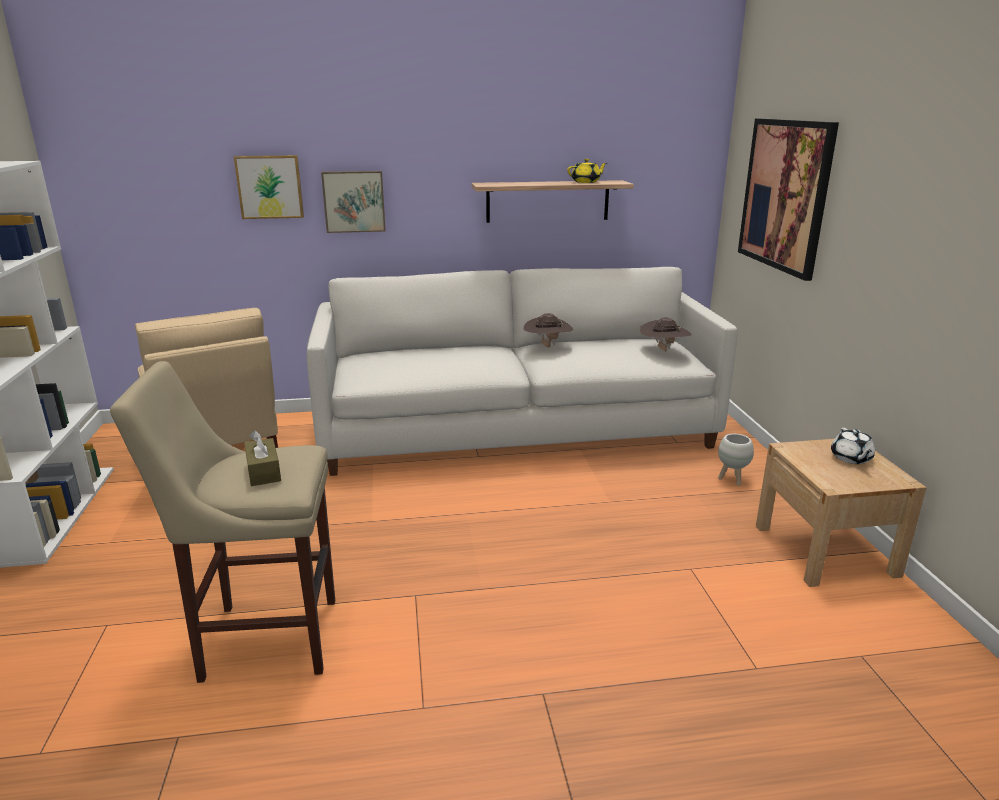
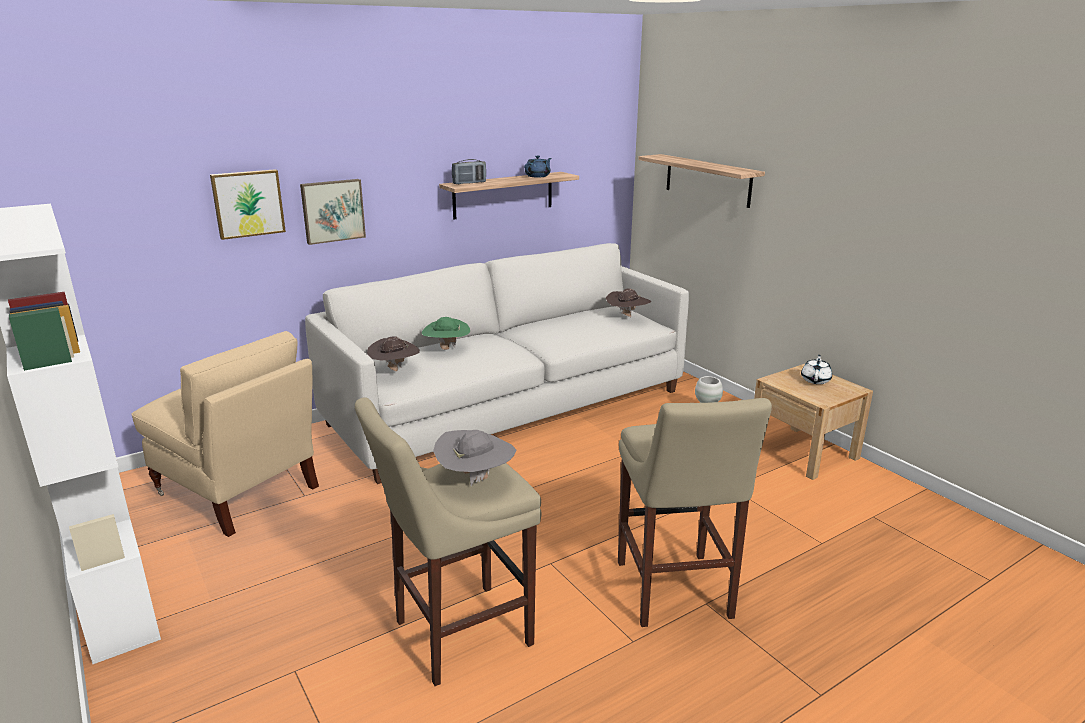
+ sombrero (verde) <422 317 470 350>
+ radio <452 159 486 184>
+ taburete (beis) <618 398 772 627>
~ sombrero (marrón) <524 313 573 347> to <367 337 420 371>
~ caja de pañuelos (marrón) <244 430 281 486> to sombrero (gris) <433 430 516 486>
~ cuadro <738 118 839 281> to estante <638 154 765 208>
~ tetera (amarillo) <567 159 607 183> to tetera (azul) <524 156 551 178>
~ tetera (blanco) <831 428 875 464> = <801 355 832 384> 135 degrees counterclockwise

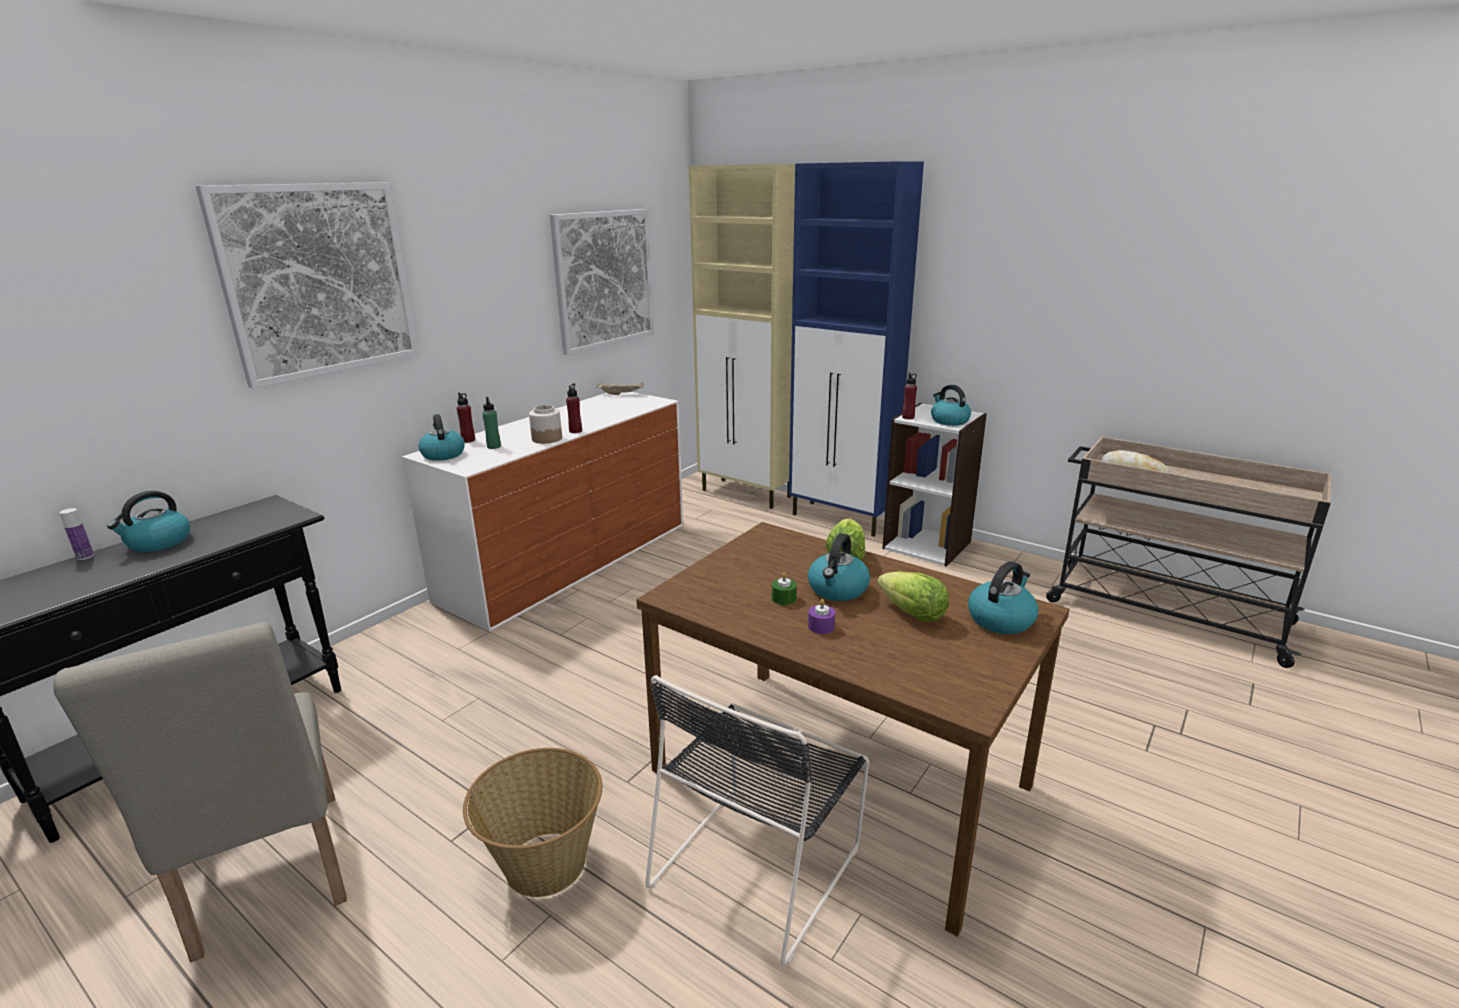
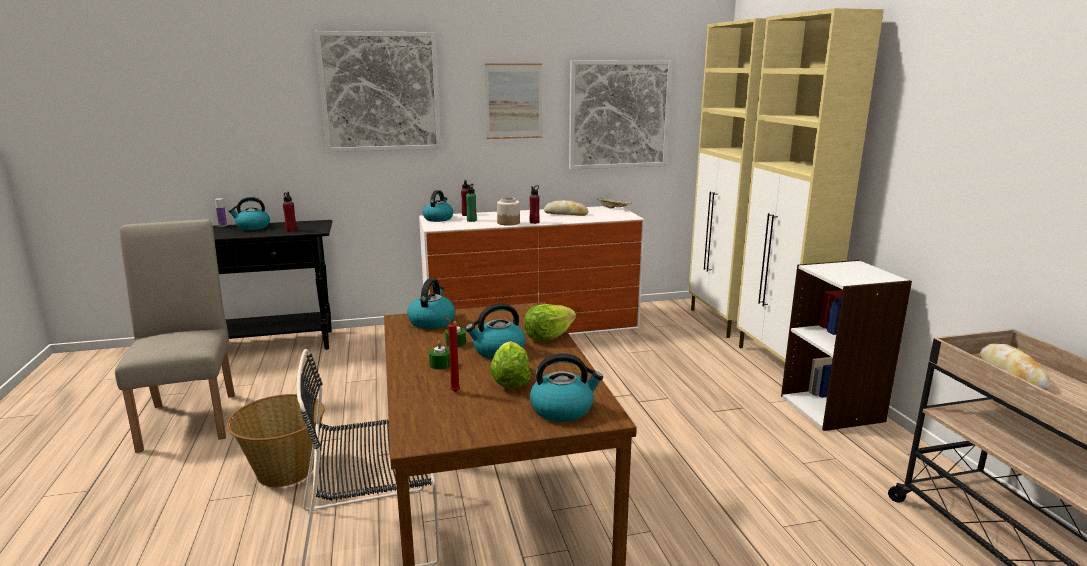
+ vela (rojo) <444 316 460 392>
+ cuadro <485 64 542 139>
+ pan <544 200 589 216>
~ botella (rojo) <902 373 917 419> to <283 192 297 232>
~ hervidor <931 385 971 426> to <407 278 455 329>
~ armario (azul) <789 161 924 537> to armario (beis) <736 8 884 362>
~ vela (morado) <808 599 835 634> to vela (verde) <429 341 450 370>
~ silla (beis) <53 622 347 962> = <115 219 235 453> 150 degrees clockwise

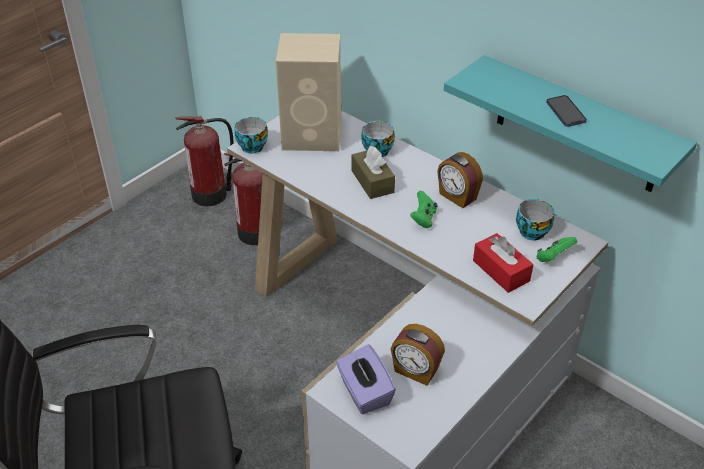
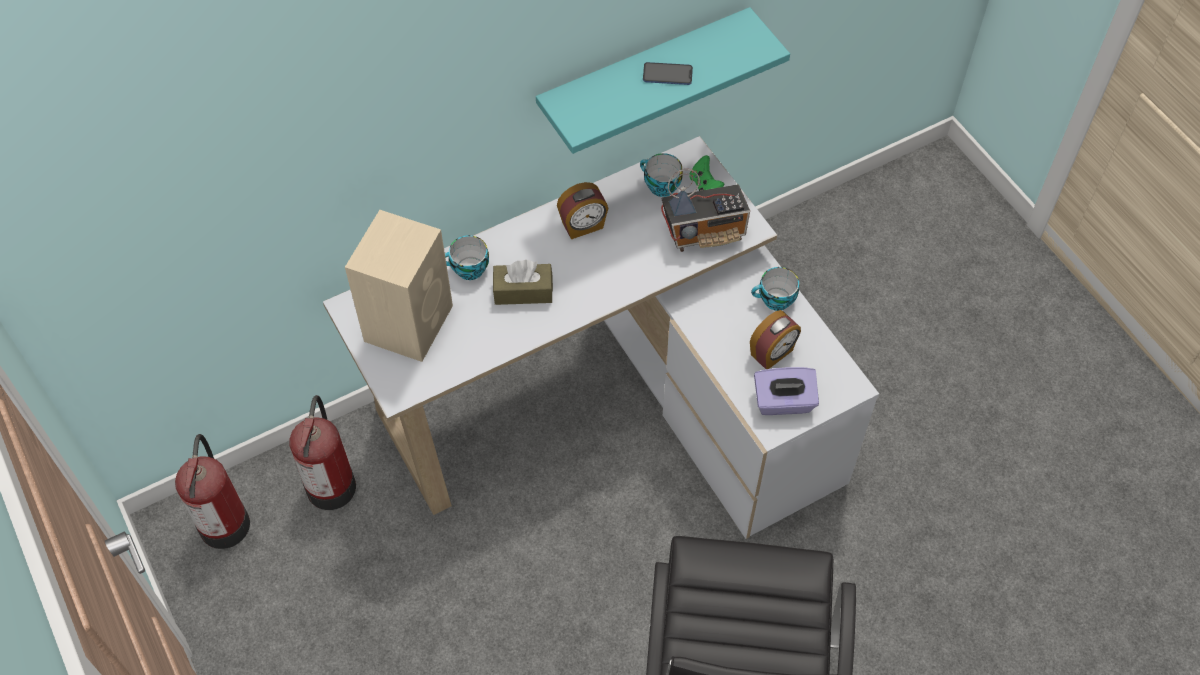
- mando de consola (verde) <410 191 438 228>
~ taza <235 117 268 153> to <751 267 799 311>
~ caja de pañuelos (rojo) <473 233 533 293> to radio <661 169 750 252>

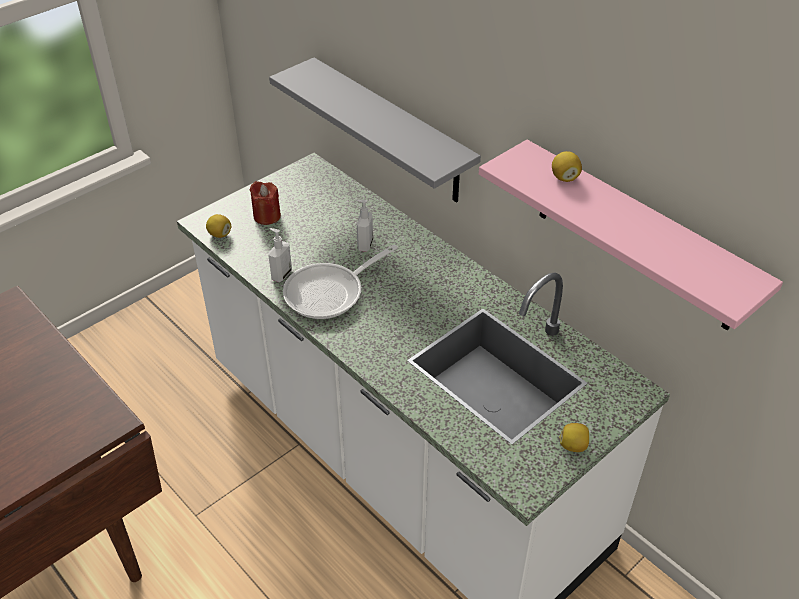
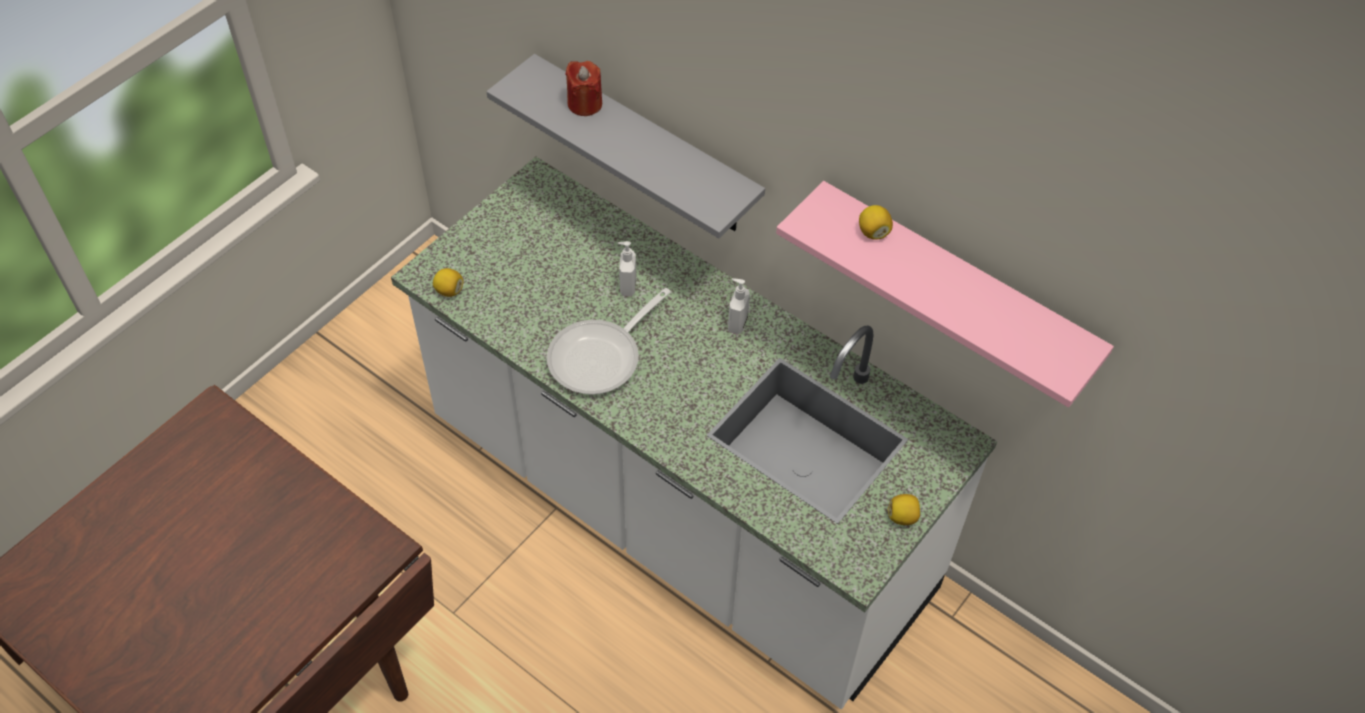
~ vela (rojo) <250 181 281 225> to <565 61 602 116>
~ dispensador de jabón <268 228 292 282> to <728 278 750 335>

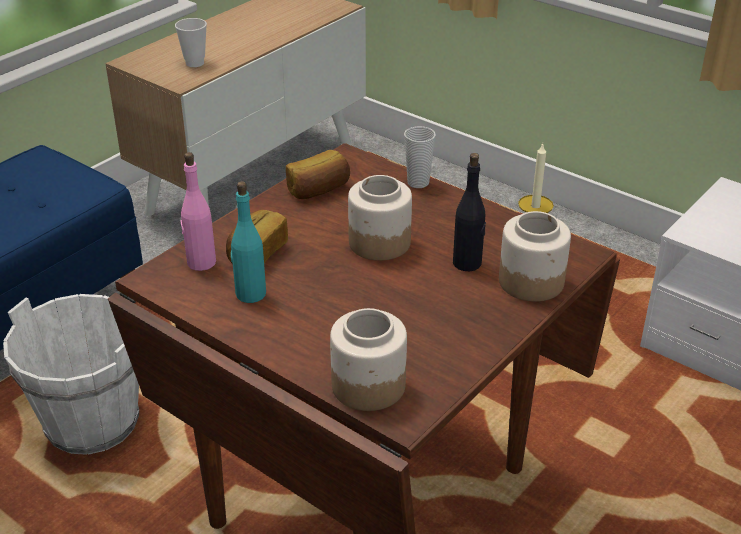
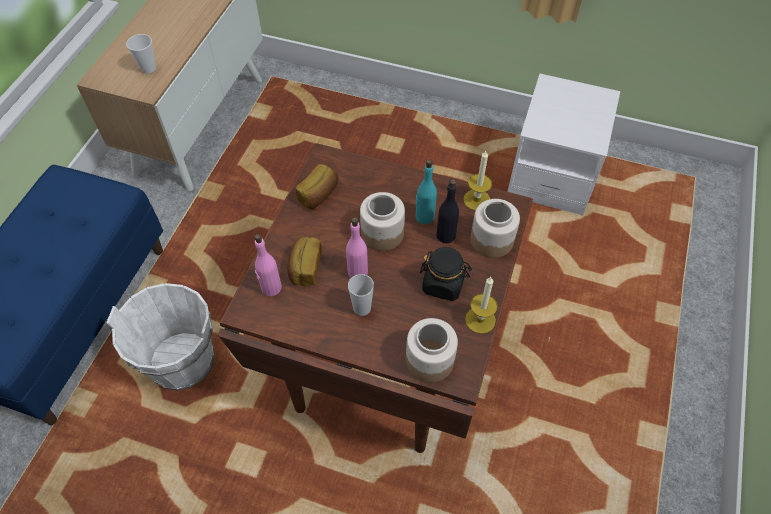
+ botella (rosa) <346 217 368 278>
+ tarro (negro) <420 247 472 301>
+ vela <465 277 497 334>
~ botella (turquesa) <231 181 266 303> to <416 159 437 224>
~ taza <404 126 436 188> to <348 274 374 316>

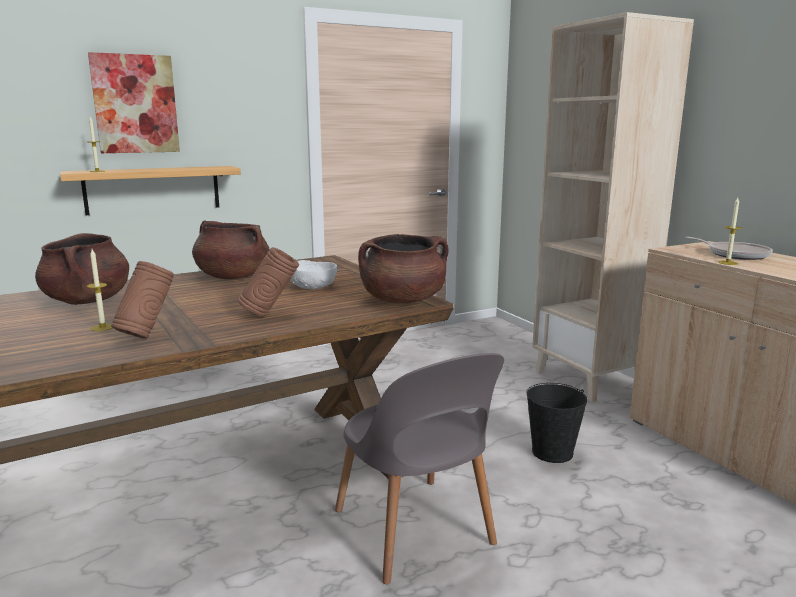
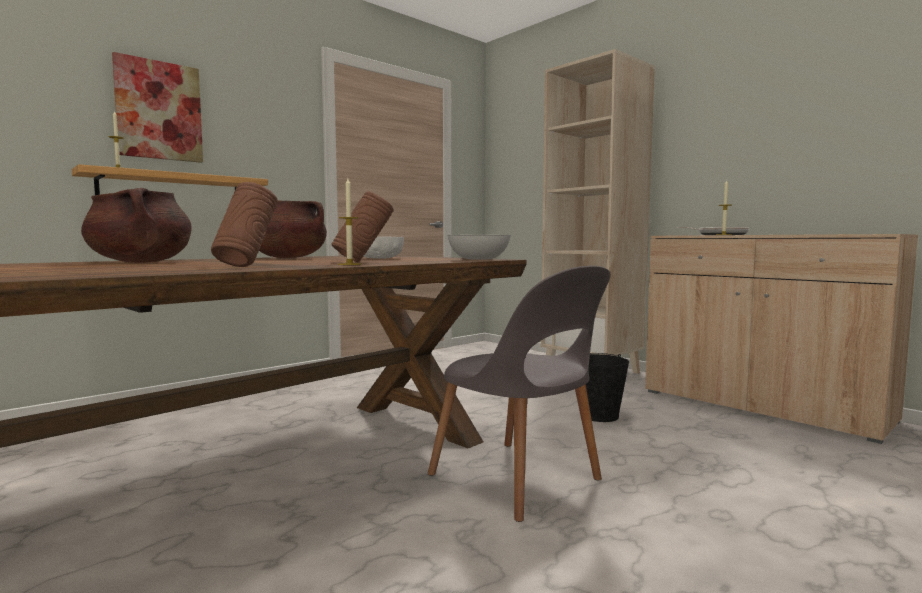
~ vela <87 249 112 331> to <338 178 362 265>
~ olla (marrón) <358 234 449 303> to cuenco (blanco) <447 235 511 260>

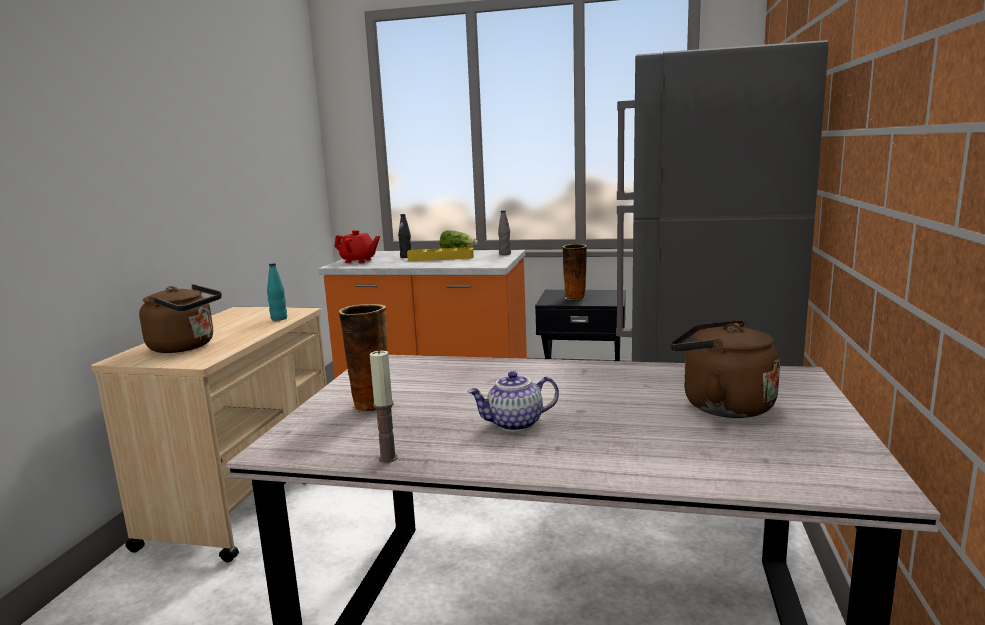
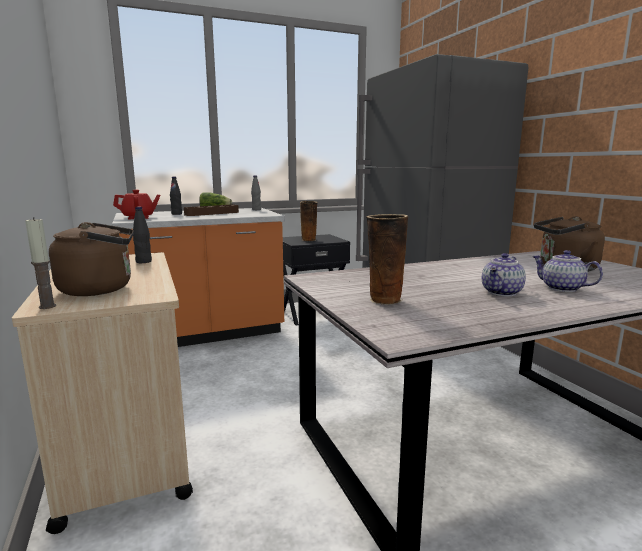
+ tetera <532 250 603 292>
~ vela <370 350 398 463> to <25 217 56 309>
~ botella (turquesa) <267 263 287 321> to botella (negro) <133 207 152 263>
~ bandeja (amarillo) <407 247 474 261> to bandeja (marrón) <184 205 239 216>

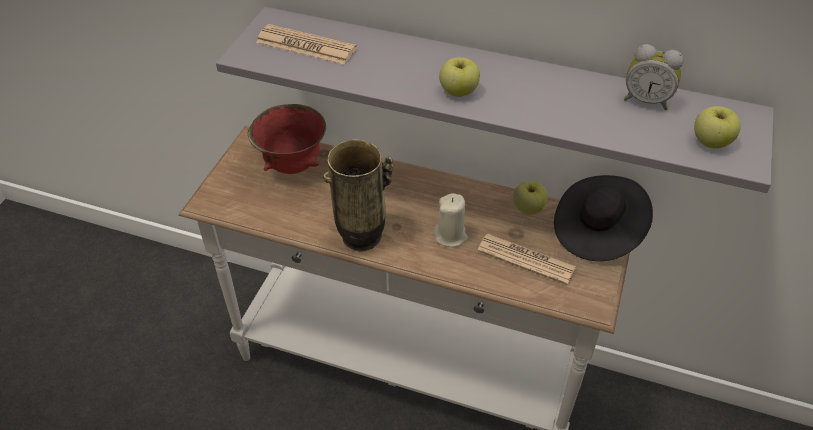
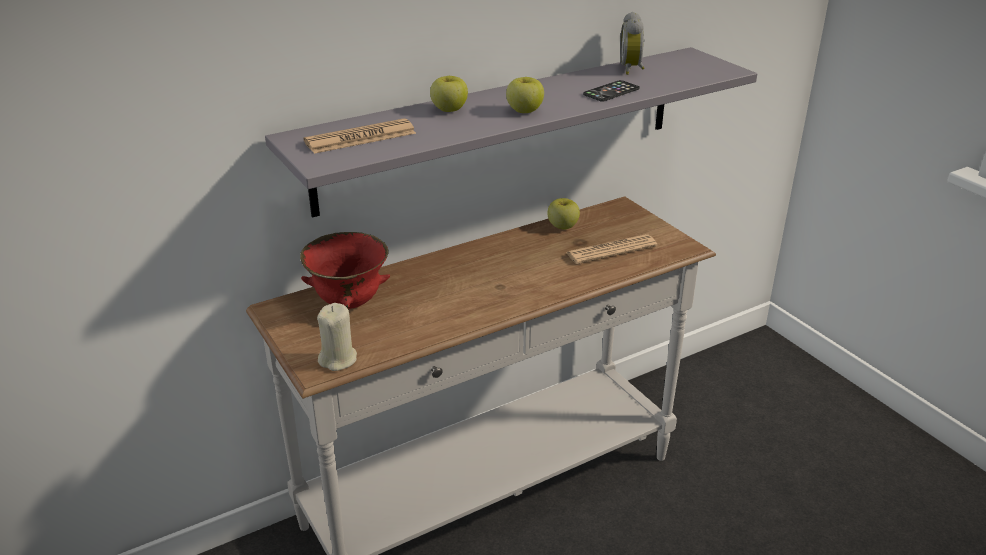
- florero <323 140 394 252>
- sombrero (negro) <554 175 653 261>
+ móvil <583 80 640 102>
~ vela (beis) <434 193 468 247> to <317 303 357 371>
~ manzana <694 106 741 149> to <430 76 468 112>
~ despertador <624 44 683 110> = <620 12 644 75> 120 degrees clockwise

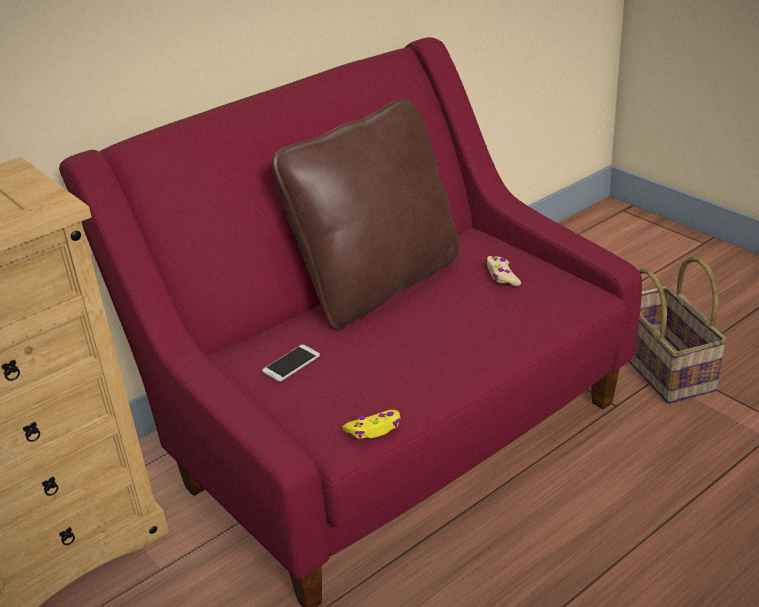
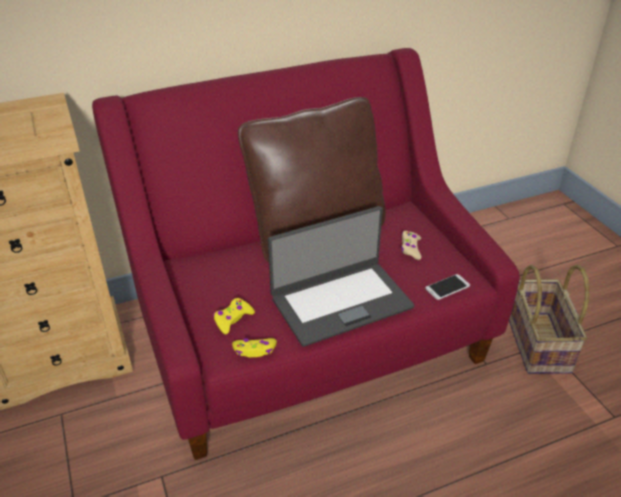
+ mando de consola (amarillo) <213 298 255 334>
+ portátil <268 206 414 347>
~ móvil <262 345 320 382> to <425 274 470 300>

